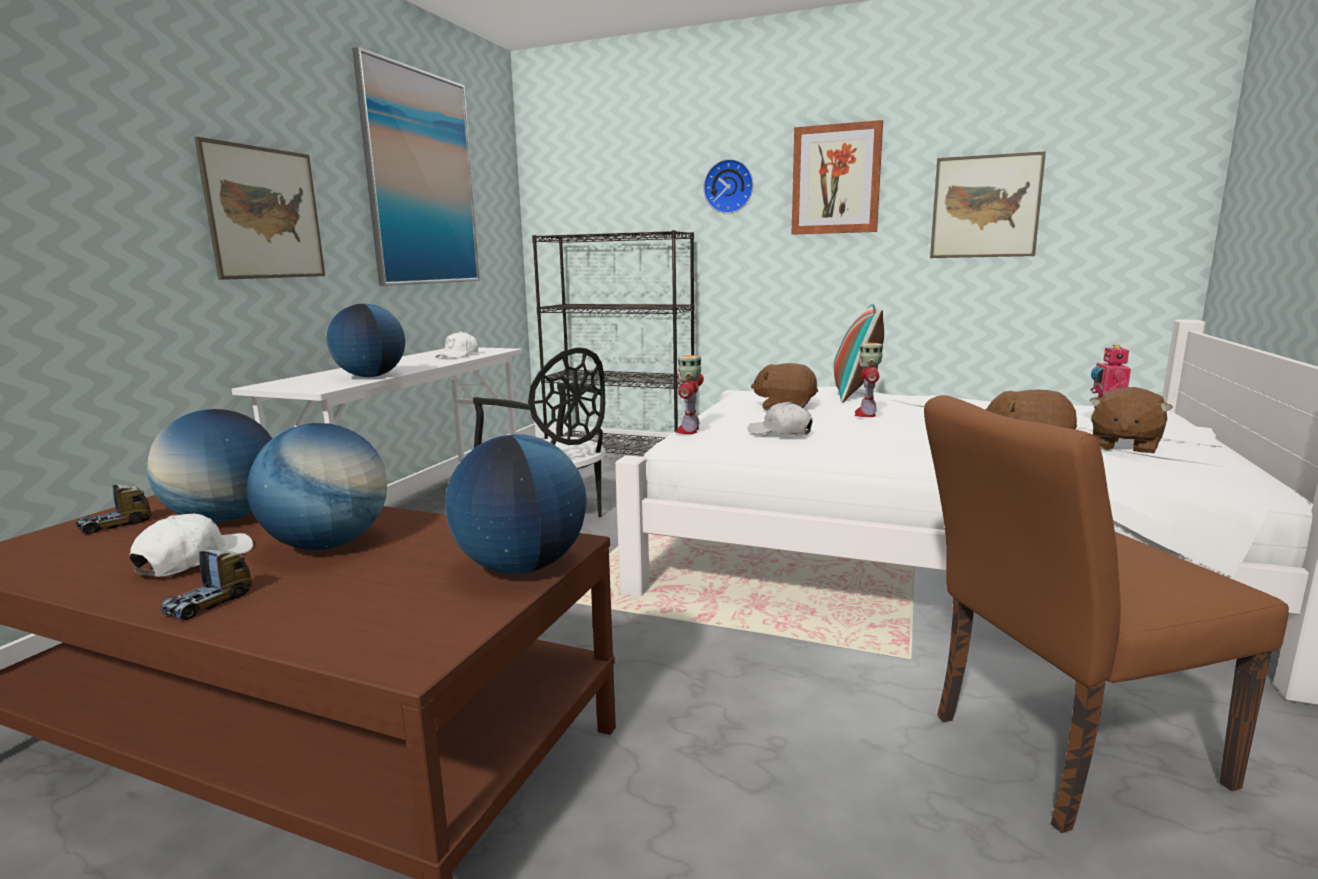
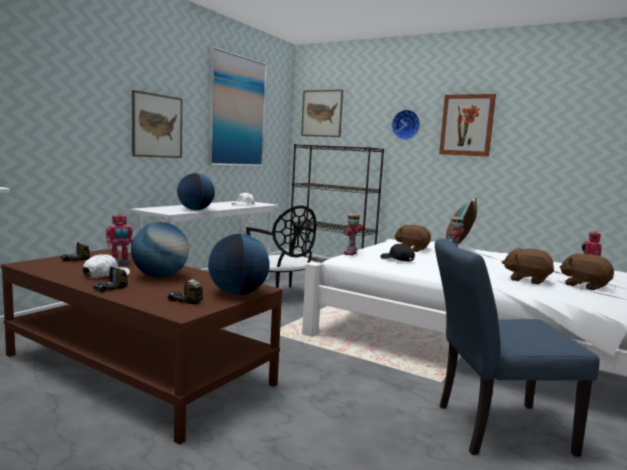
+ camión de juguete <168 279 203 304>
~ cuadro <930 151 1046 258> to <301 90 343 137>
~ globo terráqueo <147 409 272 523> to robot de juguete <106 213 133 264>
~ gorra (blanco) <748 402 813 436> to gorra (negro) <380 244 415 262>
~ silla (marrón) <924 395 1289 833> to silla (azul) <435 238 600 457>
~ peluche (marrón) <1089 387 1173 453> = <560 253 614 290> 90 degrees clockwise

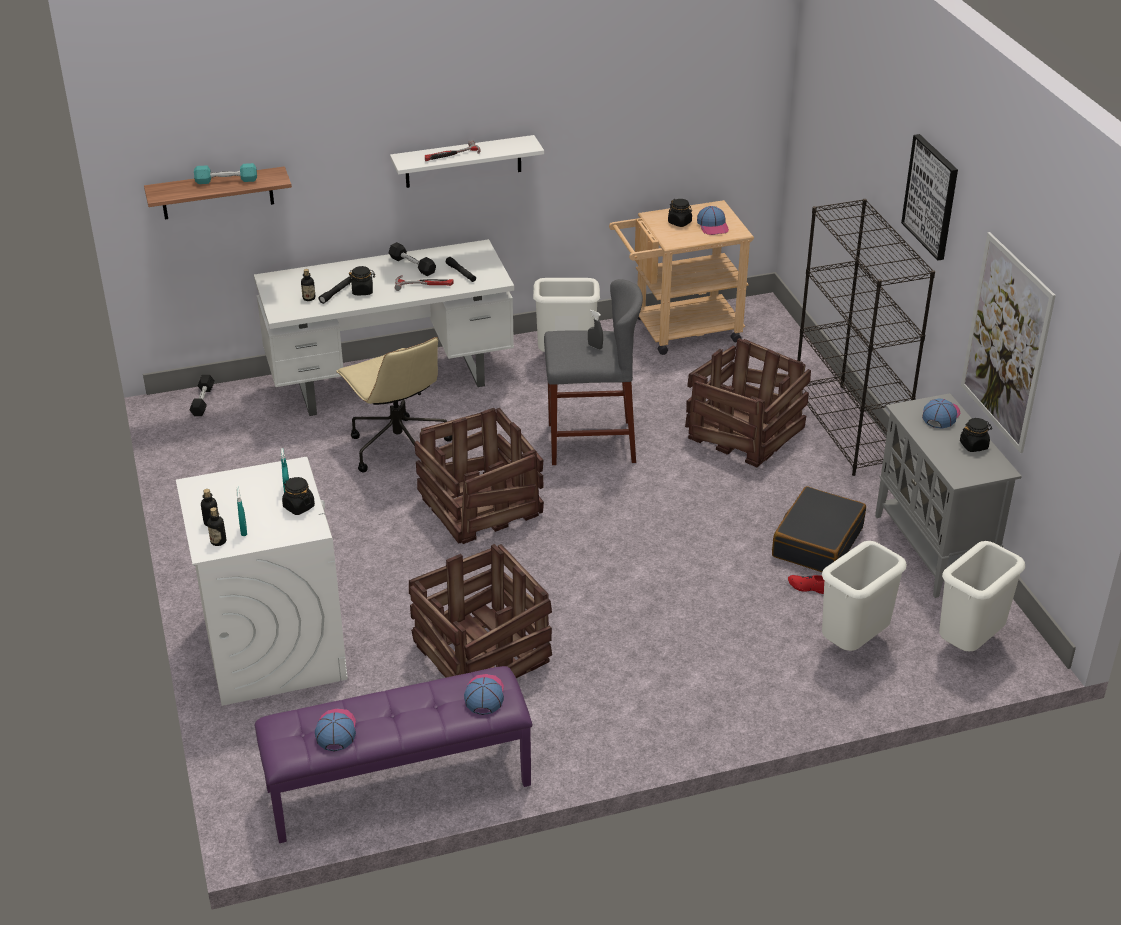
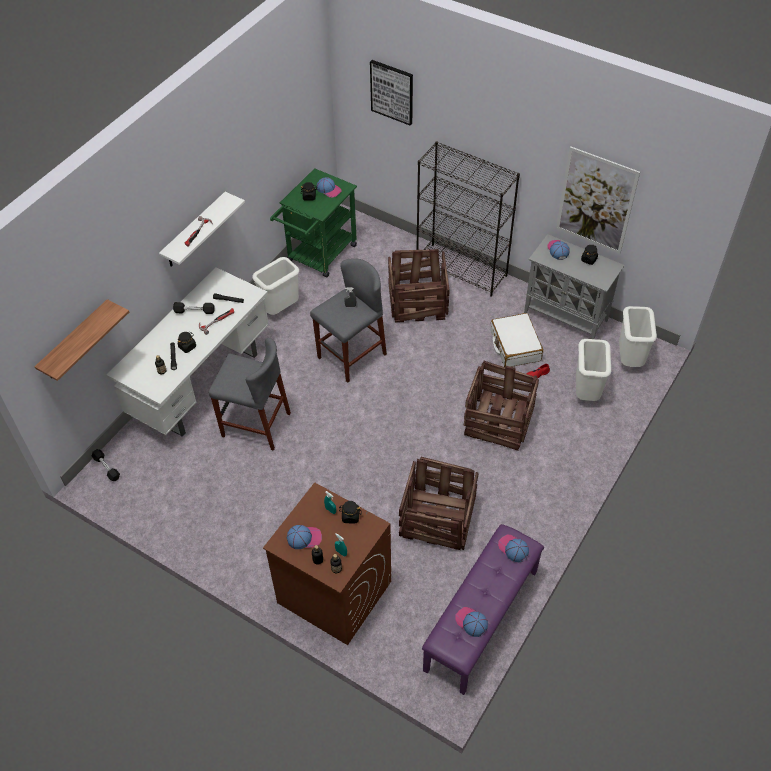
- mancuerna (turquesa) <194 163 257 184>
+ gorra <287 525 322 549>
~ caja de embalaje <414 408 544 544> to <463 361 539 451>
~ cuadro <901 134 958 261> to <370 60 413 125>
~ silla de oficina (beis) <336 337 452 472> to taburete (gris) <209 338 291 451>
~ lavadora (blanco) <176 457 348 706> to lavadora (marrón) <263 483 391 645>
~ carrito (beis) <609 200 754 355> to carrito (verde) <270 168 357 277>
~ maleta (negro) <772 486 866 572> to maleta (blanco) <491 313 543 367>

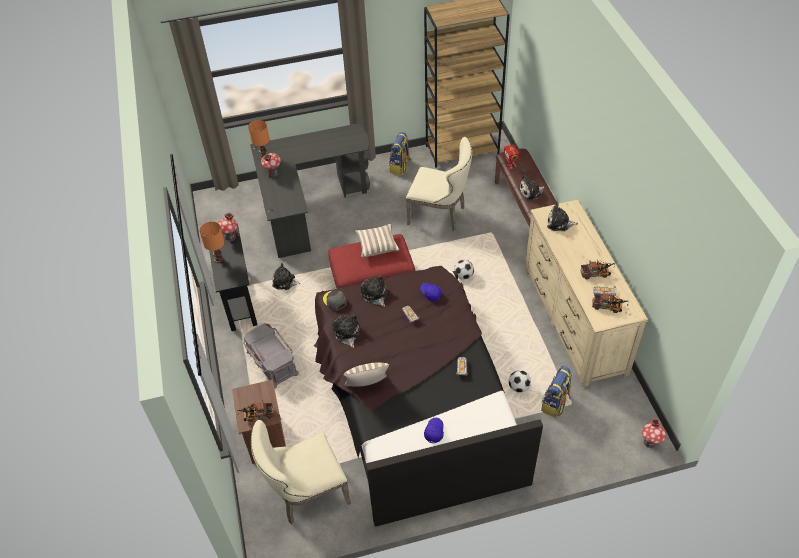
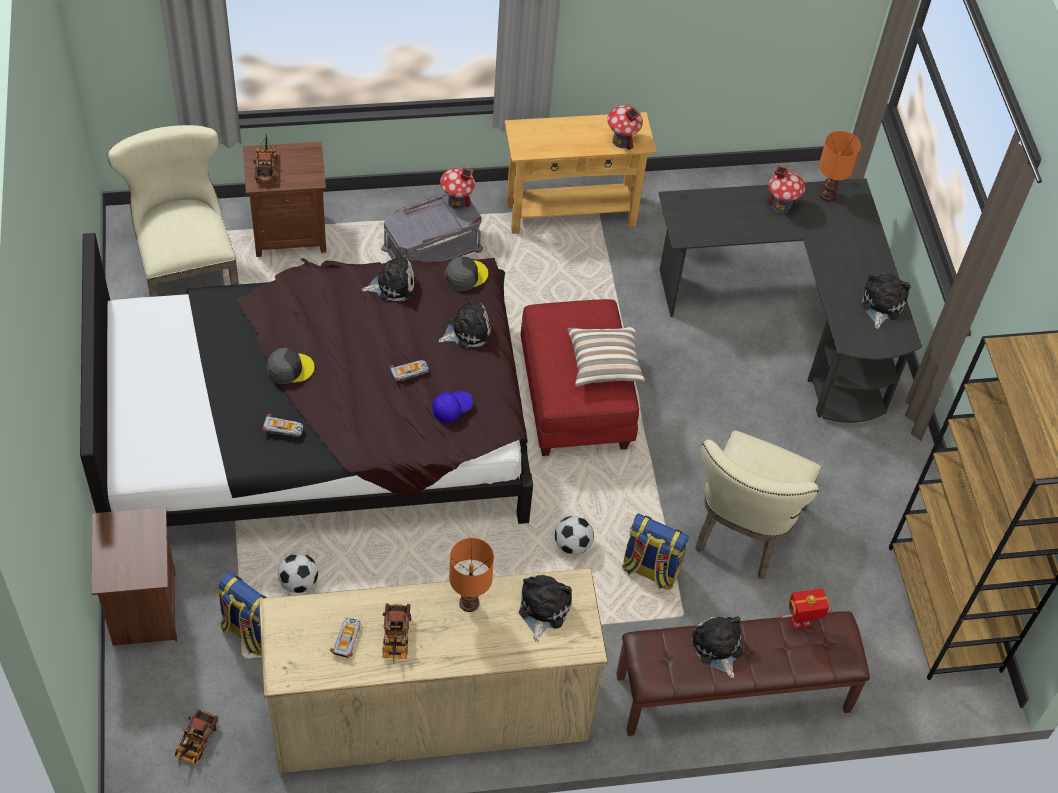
- cojín <343 362 389 387>
- gorra (azul) <424 418 444 443>
+ mesita de noche (marrón) <92 507 177 646>
+ gorra (gris) <267 348 315 384>
~ lámpara de mesa (naranja) <199 222 225 263> to <449 538 494 612>
~ peluche <272 263 300 290> to <862 273 910 329>
~ mochila <389 132 411 176> to <622 513 689 590>
~ camión de juguete <592 293 629 313> to <175 709 218 766>
~ casita <642 419 666 448> to <440 167 475 209>
~ mesa consola (negro) <209 227 257 331> to mesa consola (beis) <505 112 656 234>

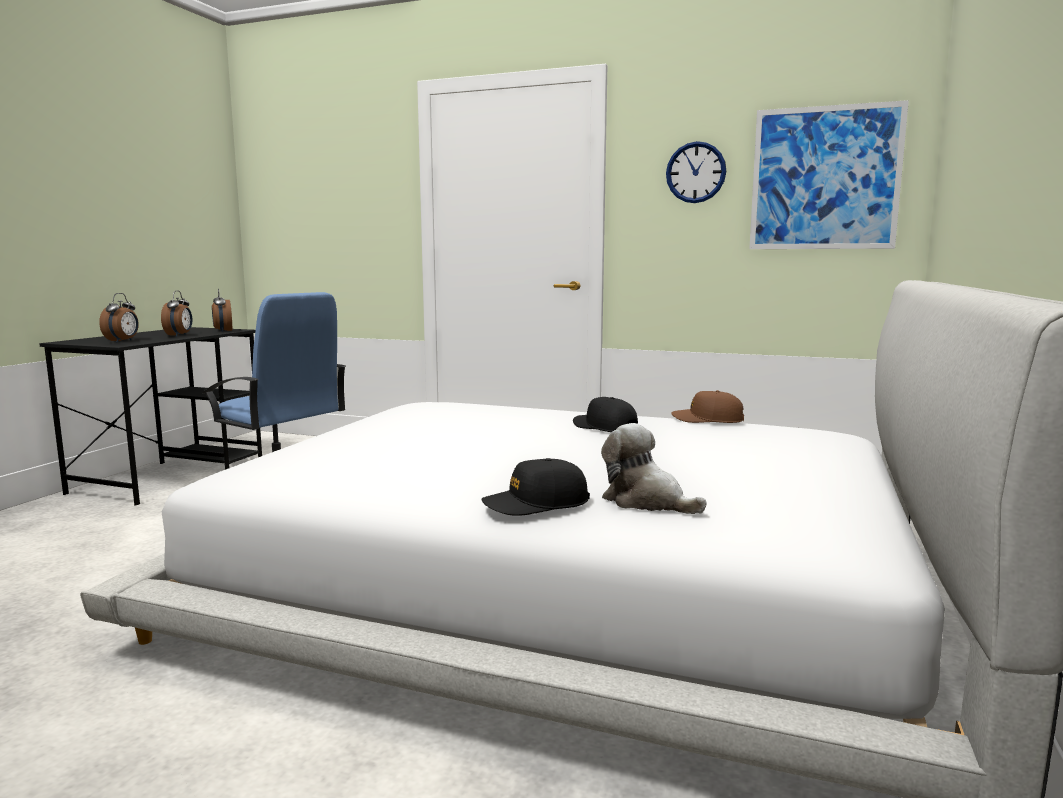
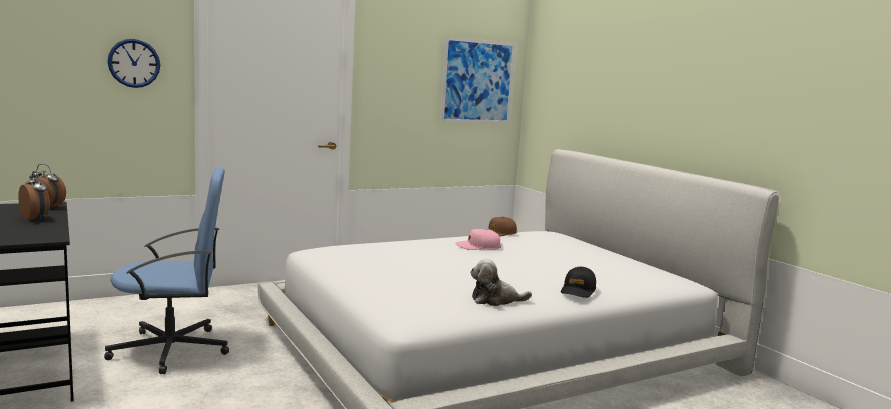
- despertador <99 293 139 342>
~ peluche <601 423 707 514> to <470 259 532 306>
~ reloj de pared <666 141 726 203> to <108 39 160 88>
~ gorra (negro) <573 397 638 432> to gorra (rosa) <456 229 501 250>

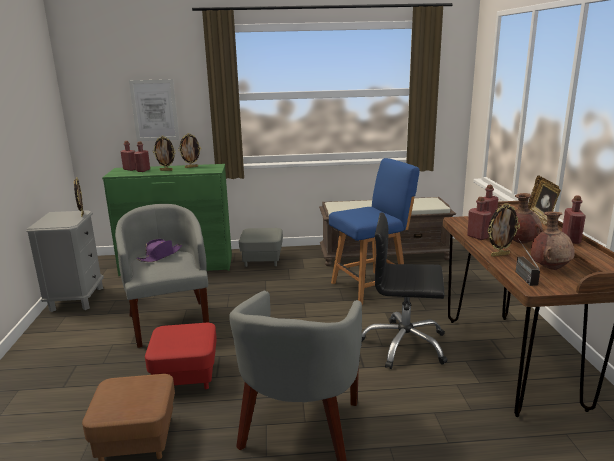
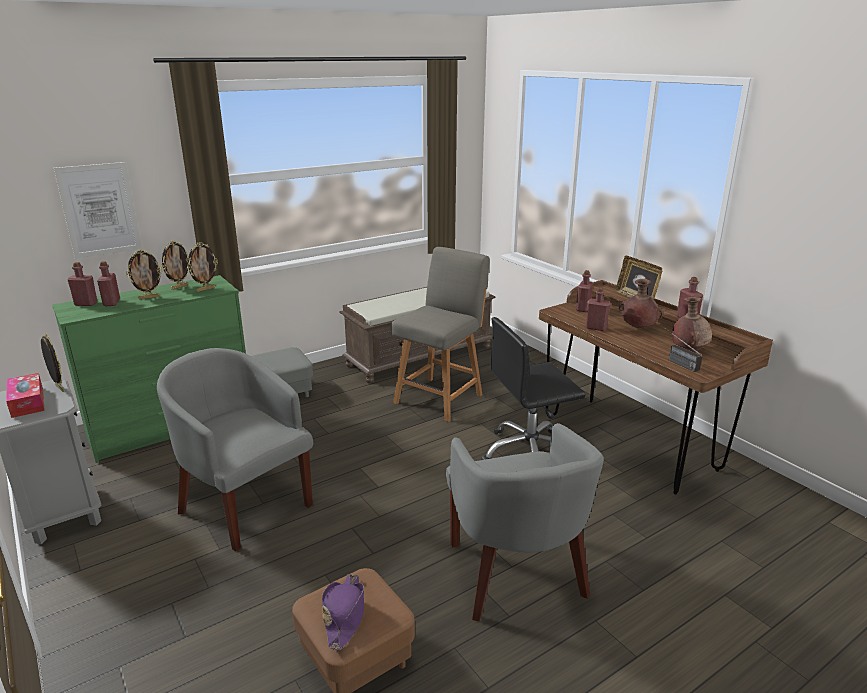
- puf (rojo) <145 323 217 389>
+ caja de pañuelos <6 373 45 418>
~ sombrero (morado) <136 239 182 262> to <322 574 364 650>
~ portarretratos <487 203 520 257> to <187 242 218 292>
~ silla (azul) <329 158 420 305> to silla (gris) <391 247 490 422>

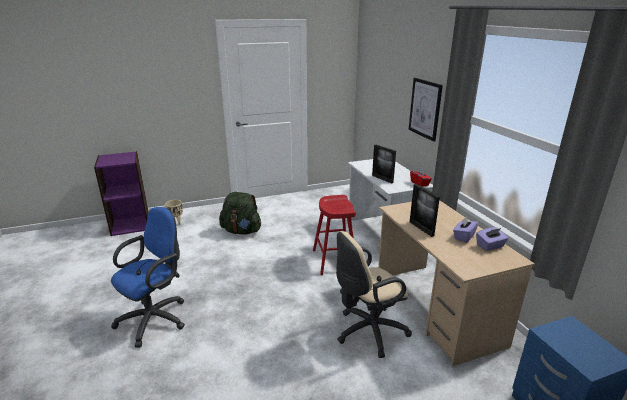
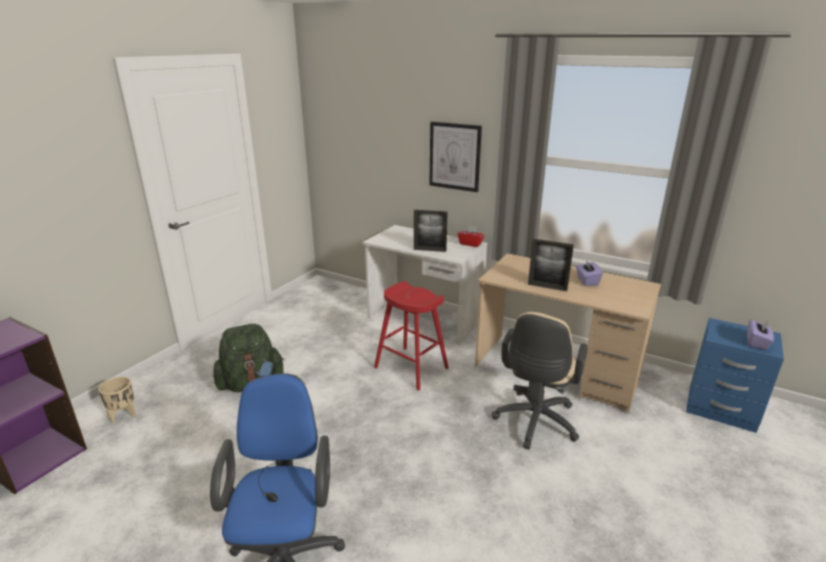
~ caja de pañuelos (morado) <476 227 508 251> to <747 319 774 350>

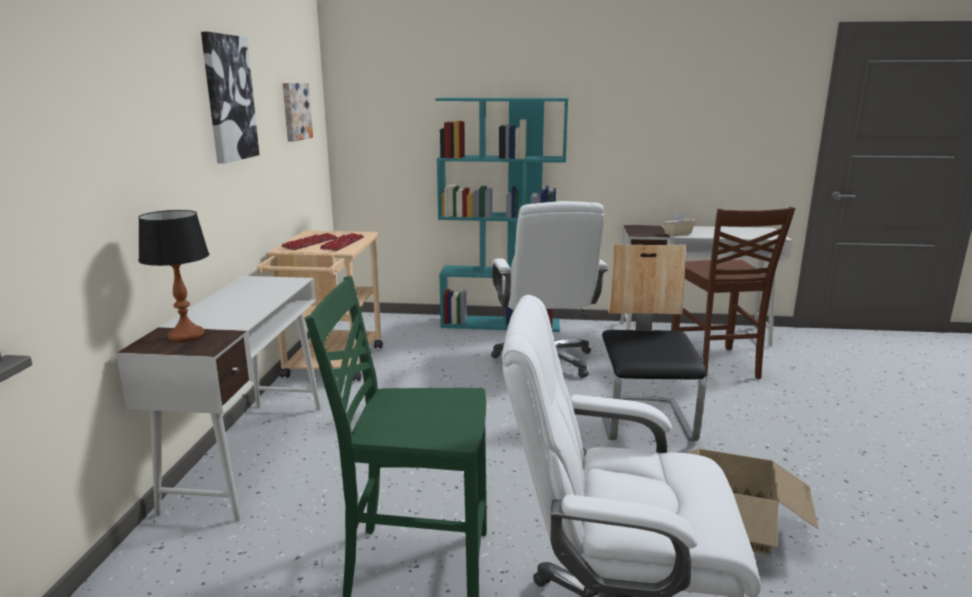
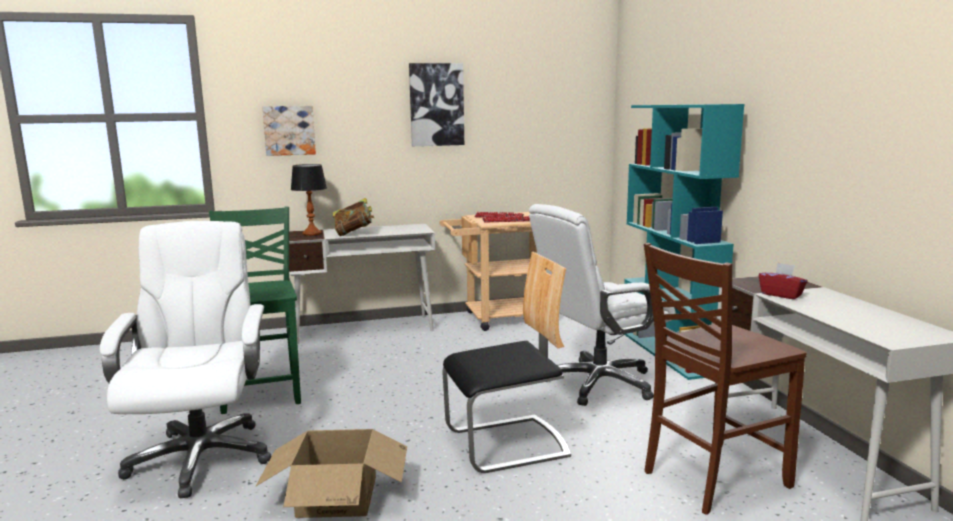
+ libro <333 198 374 236>
~ cuadro <282 83 313 142> to <262 106 316 156>
~ caja de pañuelos (beis) <663 212 695 236> to caja de pañuelos (rojo) <759 262 808 299>

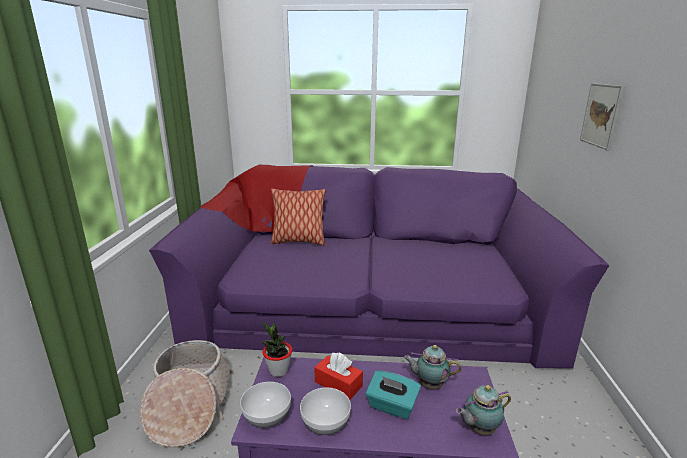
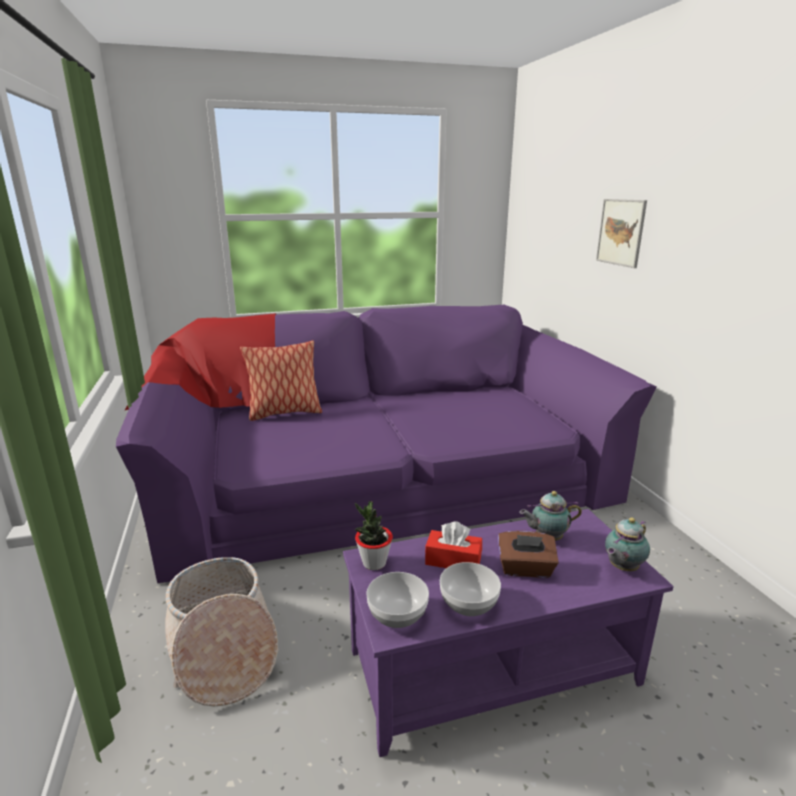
~ caja de pañuelos (turquesa) <366 371 421 420> to caja de pañuelos (marrón) <498 531 559 578>

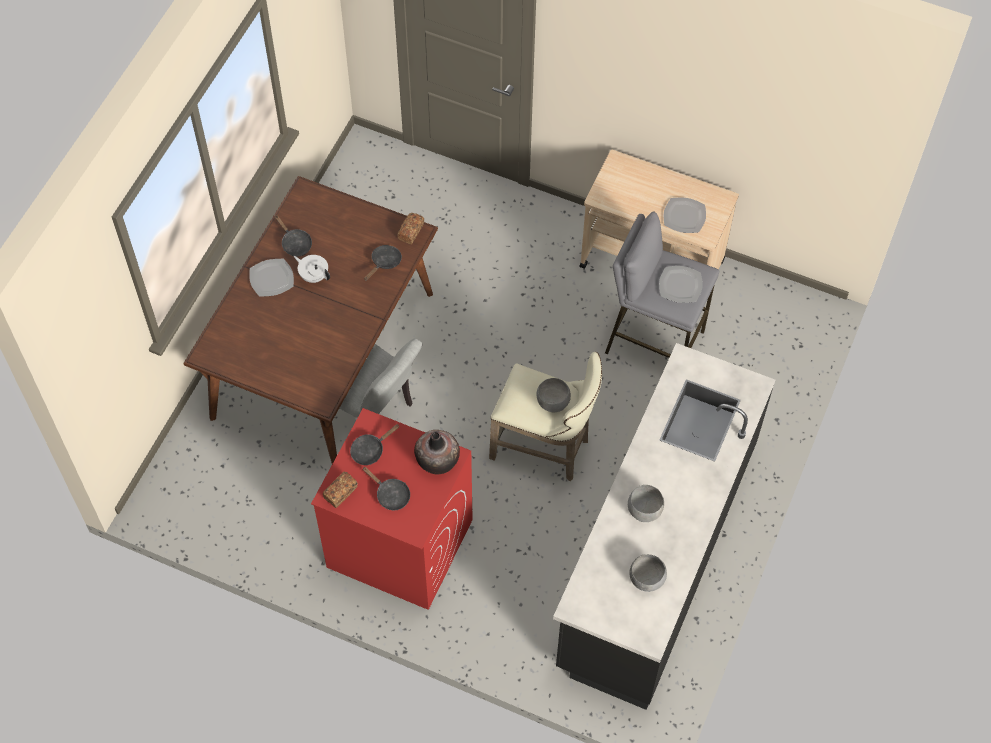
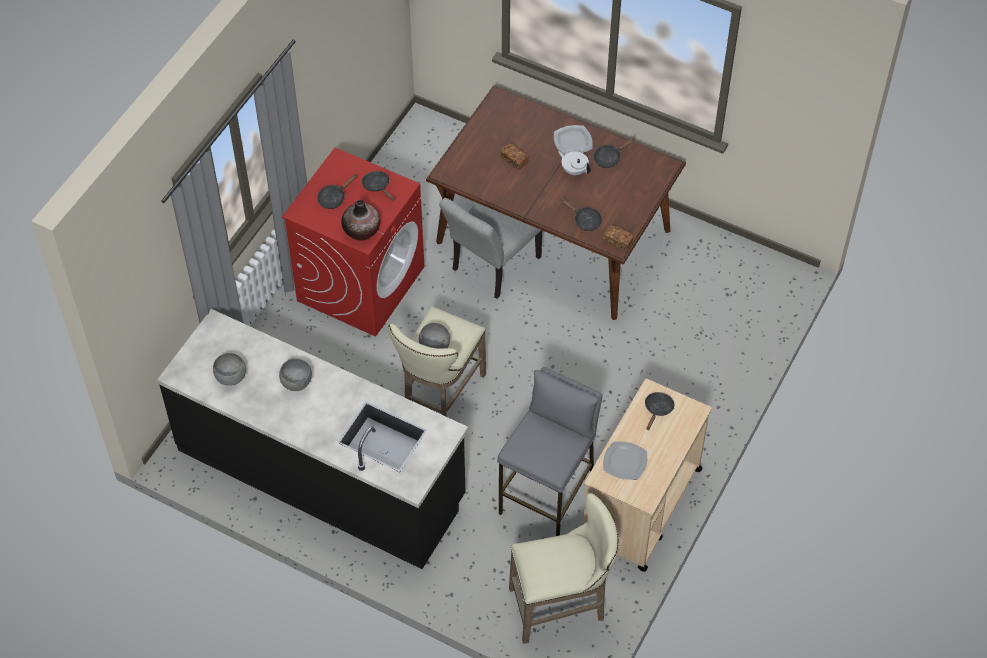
- plato <659 266 703 303>
+ taburete (beis) <509 493 619 644>
+ sartén (negro) <645 392 675 430>
~ pan <323 471 358 508> to <500 143 529 170>
~ tetera (blanco) <294 255 330 283> = <558 151 591 175> 90 degrees counterclockwise

